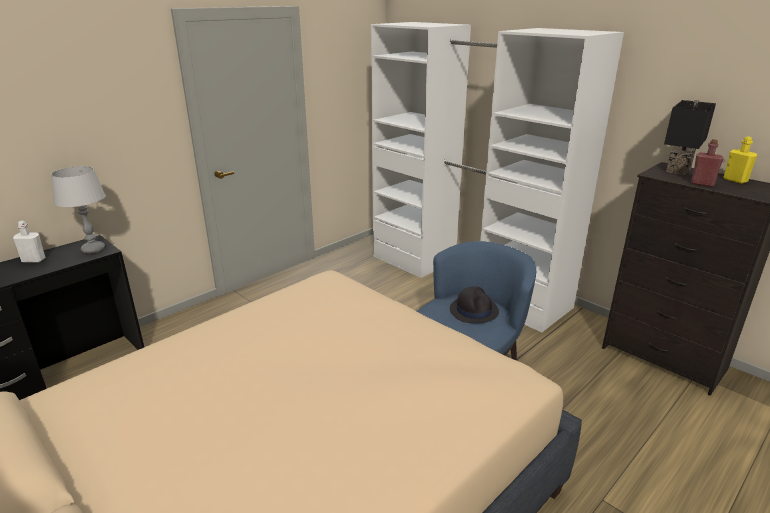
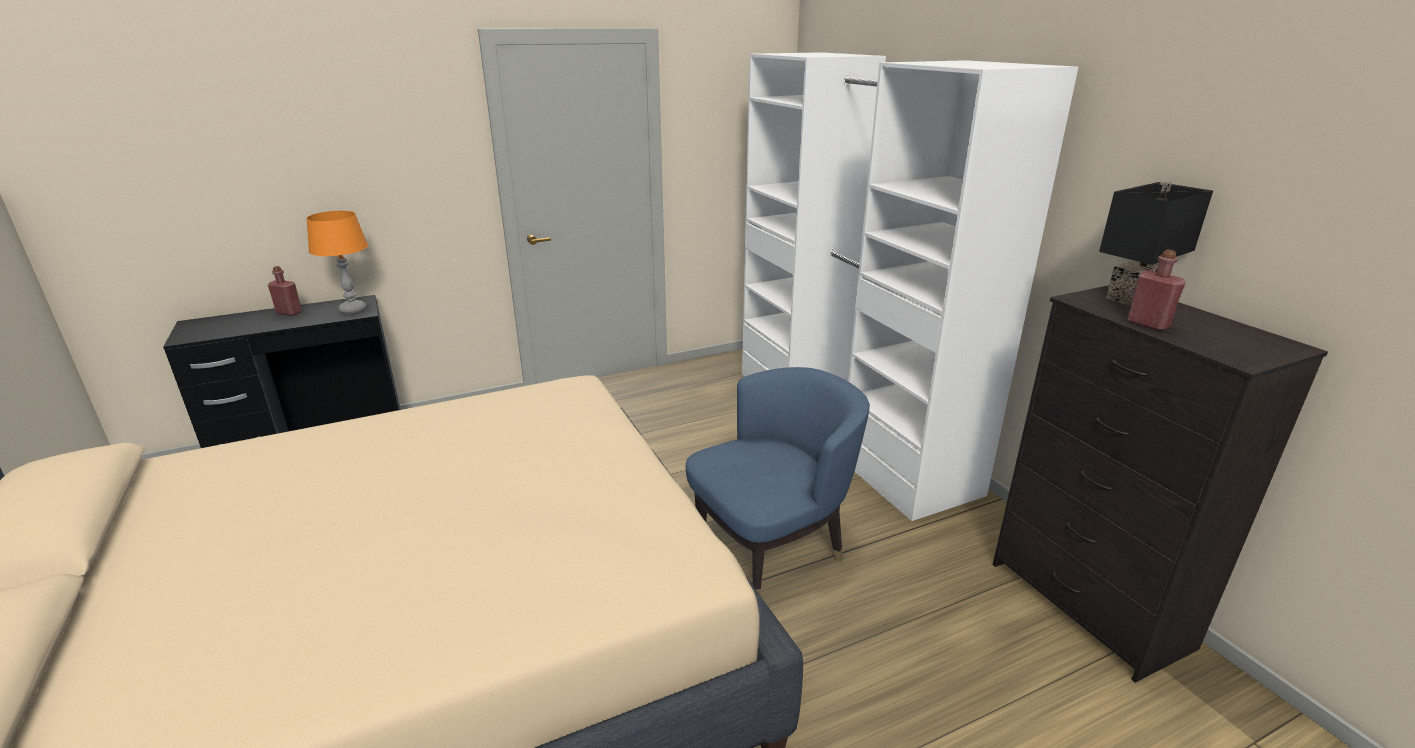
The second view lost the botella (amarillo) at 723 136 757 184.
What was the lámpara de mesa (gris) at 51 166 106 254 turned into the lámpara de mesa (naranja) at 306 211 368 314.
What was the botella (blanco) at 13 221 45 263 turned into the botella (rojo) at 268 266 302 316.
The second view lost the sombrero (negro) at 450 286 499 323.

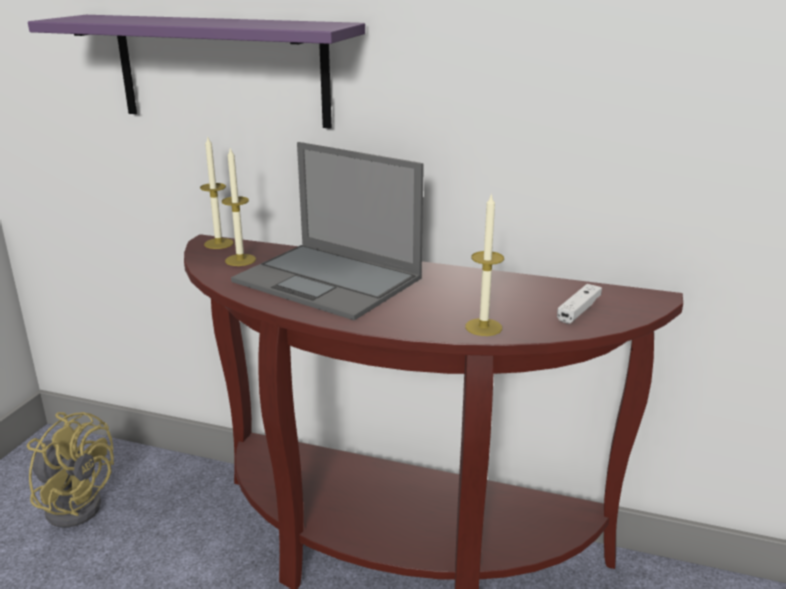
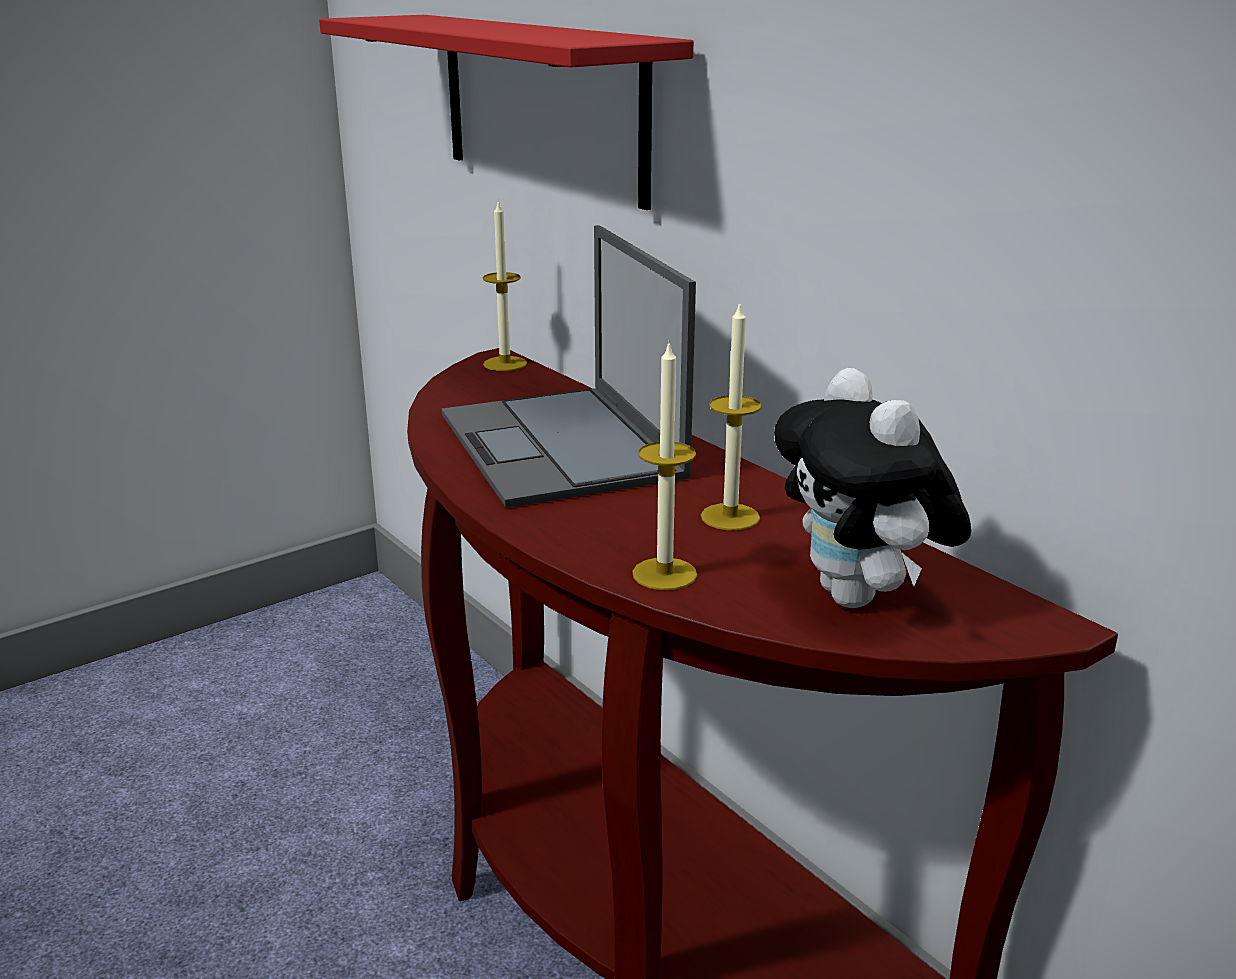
What was the estante (morado) at 28 15 365 128 turned into the estante (rojo) at 319 15 694 210.
The vela ended up elsewhere, having gone from 222 148 256 266 to 701 301 762 531.
Where the mando de consola (blanco) stood at 557 284 602 324, the peluche came to stand at 774 368 971 608.
The second view lost the ventilador (amarillo) at 27 412 114 528.

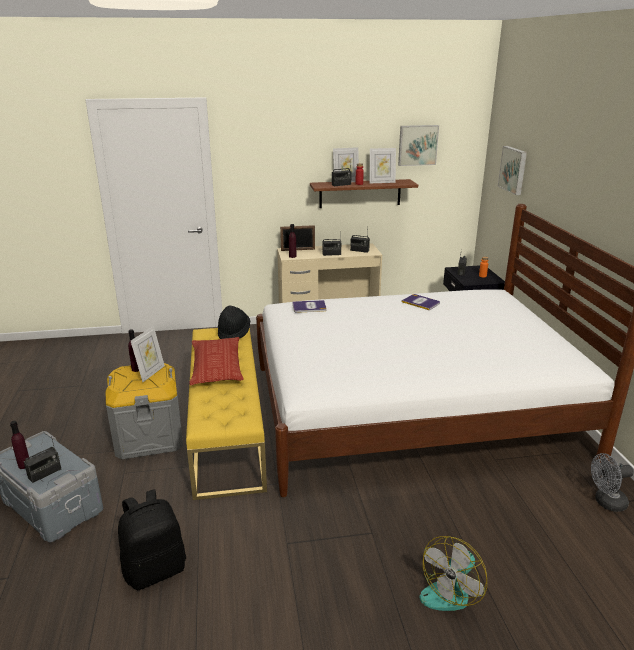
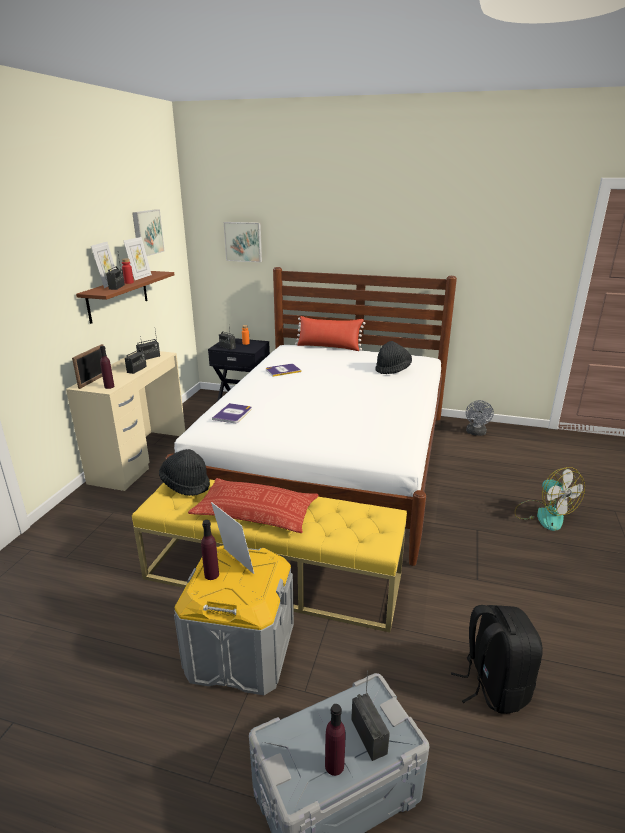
The second view gained the cojín (rojo) at 295 316 366 351.
The second view gained the sombrero (negro) at 375 341 412 374.

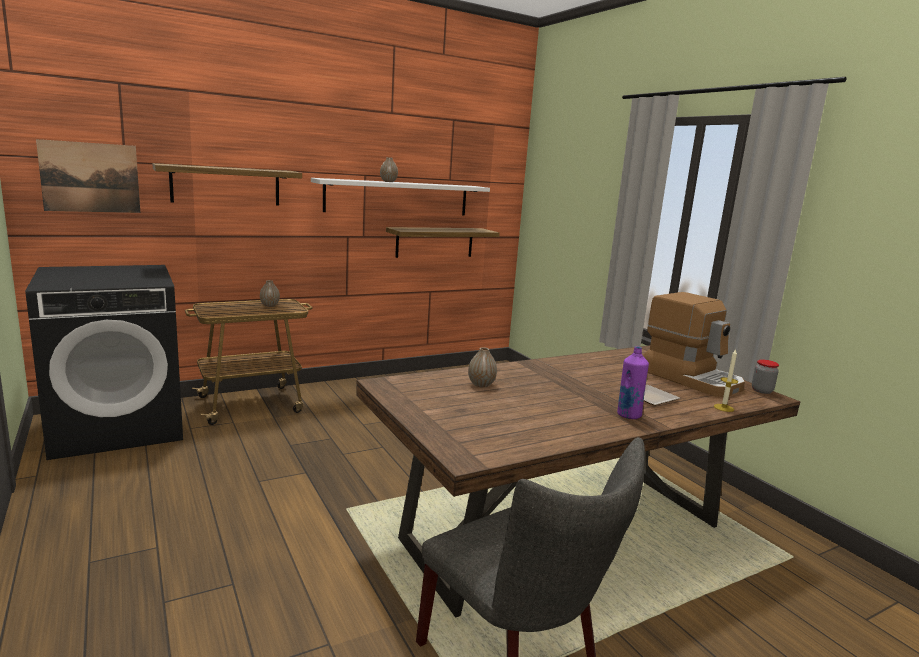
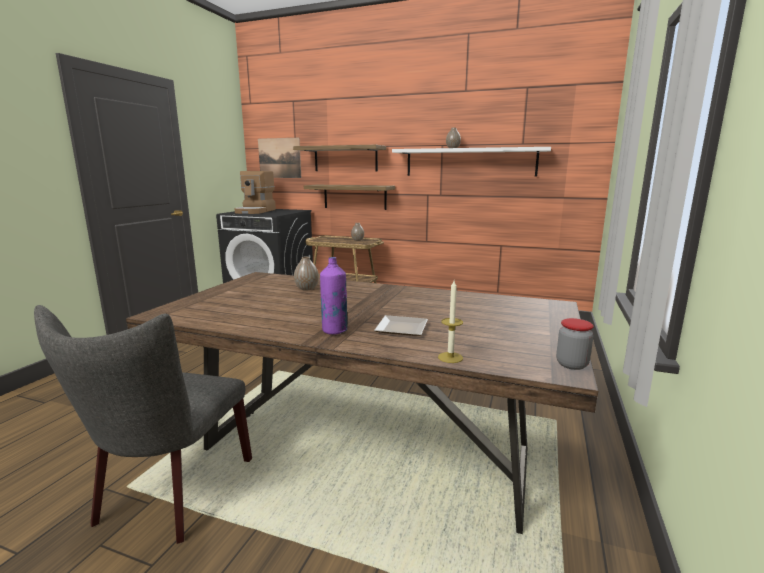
The estante ended up elsewhere, having gone from 386 227 500 258 to 304 185 395 210.
The cafetera ended up elsewhere, having gone from 643 292 745 397 to 234 171 276 214.

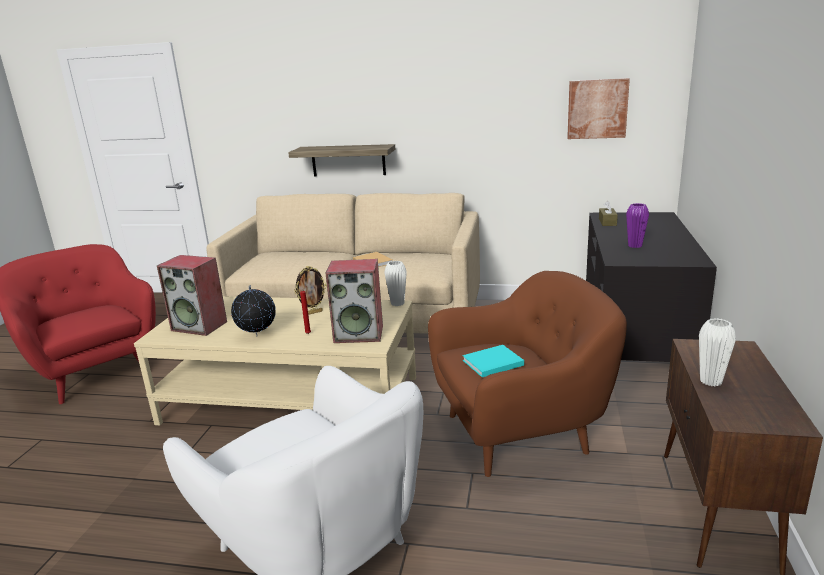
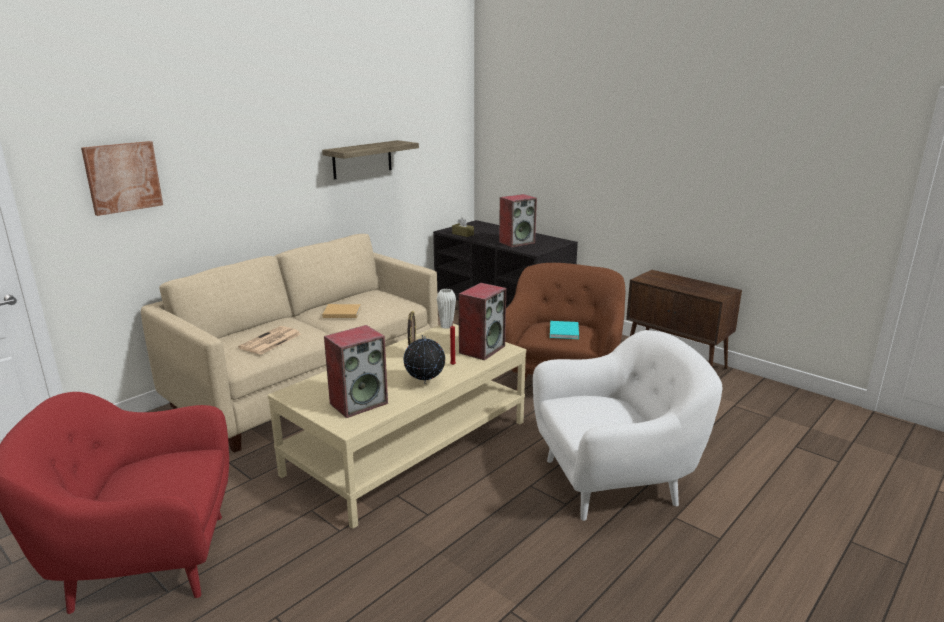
The cuadro ended up elsewhere, having gone from 567 78 630 139 to 81 141 163 216.
The estante ended up elsewhere, having gone from 288 144 395 177 to 322 140 419 180.
Where the florero (morado) stood at 626 203 649 248, the altavoz came to stand at 499 194 537 247.
The second view lost the florero (blanco) at 699 318 736 386.
The second view gained the periódico at 238 326 301 355.

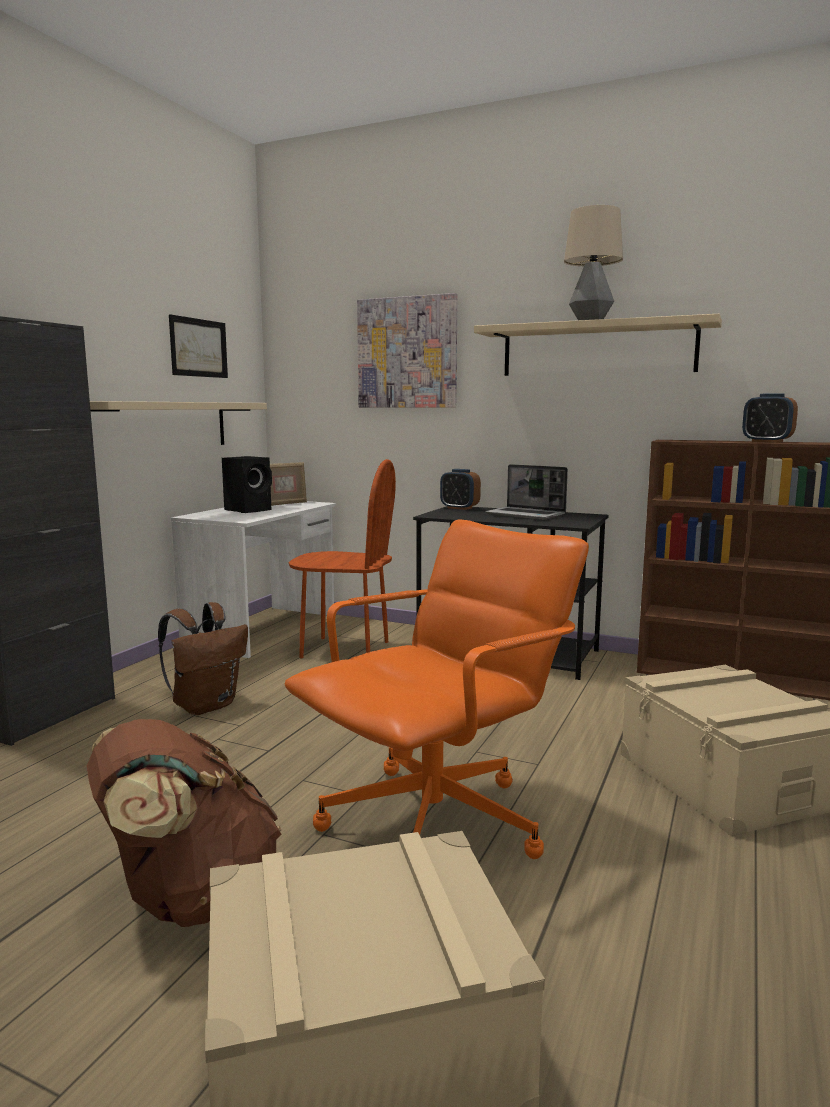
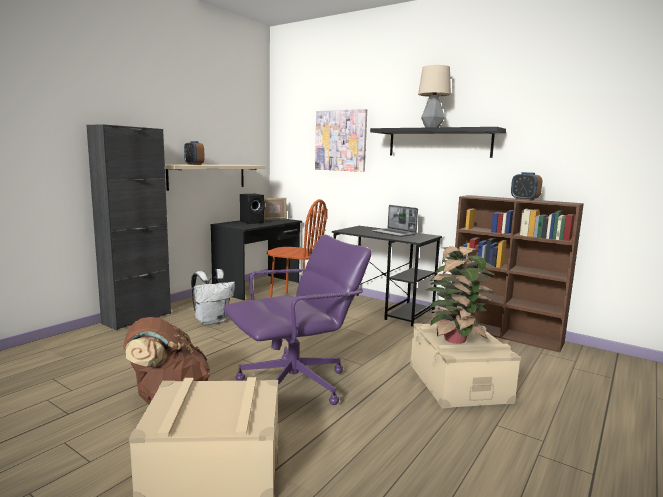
The second view lost the cuadro at 169 314 228 378.
What was the estante (beis) at 474 314 722 376 turned into the estante (negro) at 370 127 506 158.
The despertador ended up elsewhere, having gone from 440 469 481 510 to 184 141 204 165.
What was the escritorio (blanco) at 171 501 336 658 turned into the escritorio (negro) at 210 219 302 300.
What was the silla de oficina (naranja) at 285 520 589 859 turned into the silla de oficina (morado) at 223 235 372 405.
What was the mochila (marrón) at 158 602 248 715 turned into the mochila (blanco) at 191 269 235 325.
The second view gained the planta en maceta at 426 246 497 344.

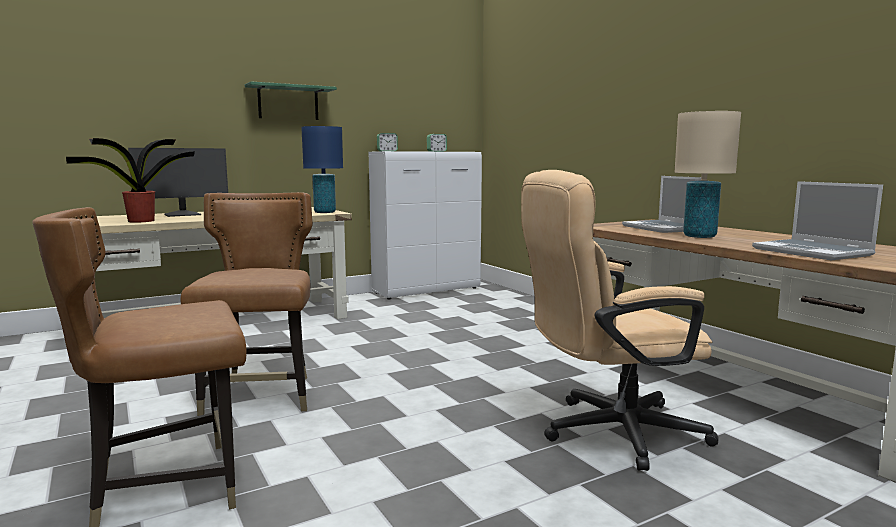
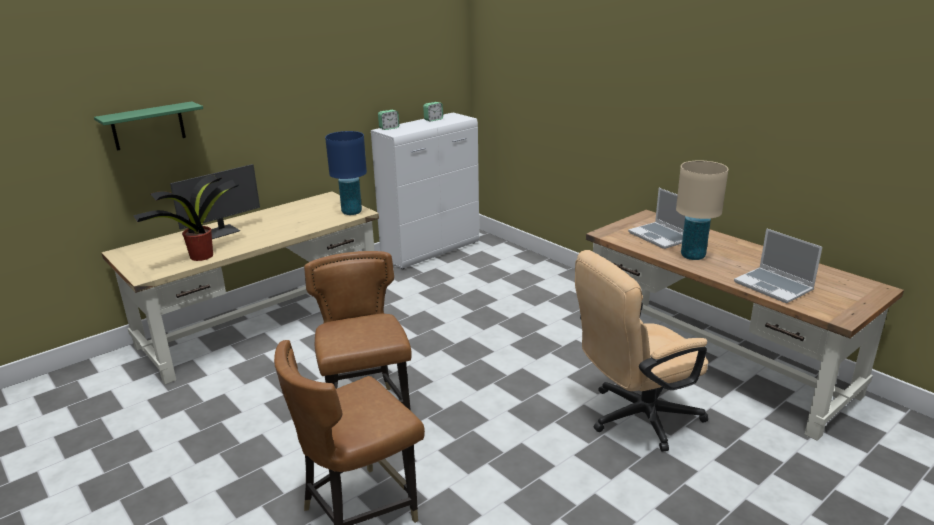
The estante (verde) ended up elsewhere, having gone from 245 82 337 120 to 94 101 203 151.

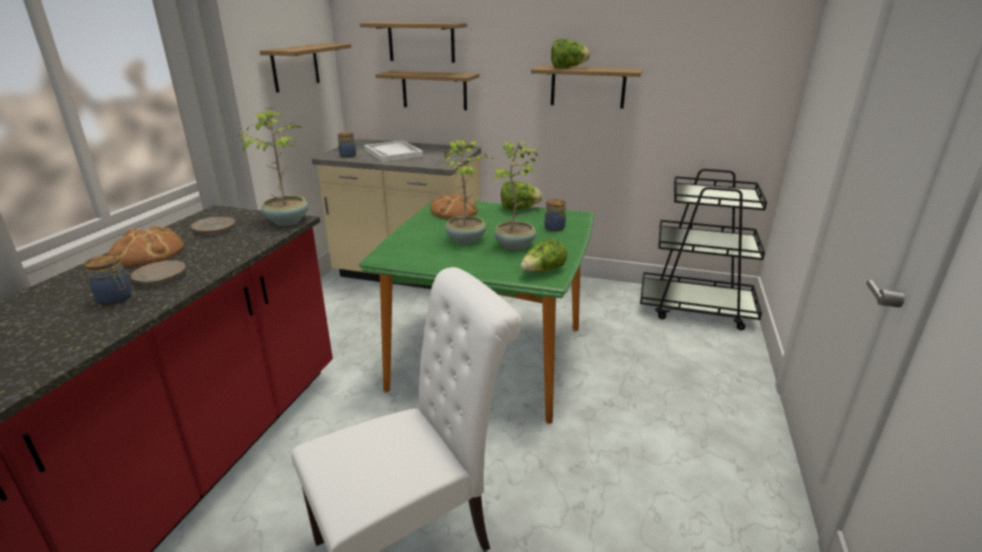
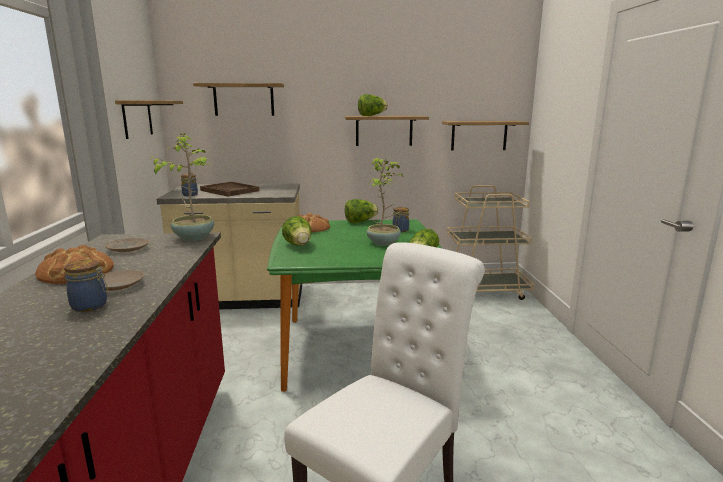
The estante ended up elsewhere, having gone from 375 71 479 110 to 442 121 529 151.
The second view lost the planta en maceta at 444 137 493 244.
What was the bandeja (blanco) at 364 140 423 162 turned into the bandeja (marrón) at 200 182 259 197.
What was the carrito (negro) at 640 169 767 330 turned into the carrito (beis) at 447 185 534 300.
The second view gained the lechuga at 282 216 312 246.

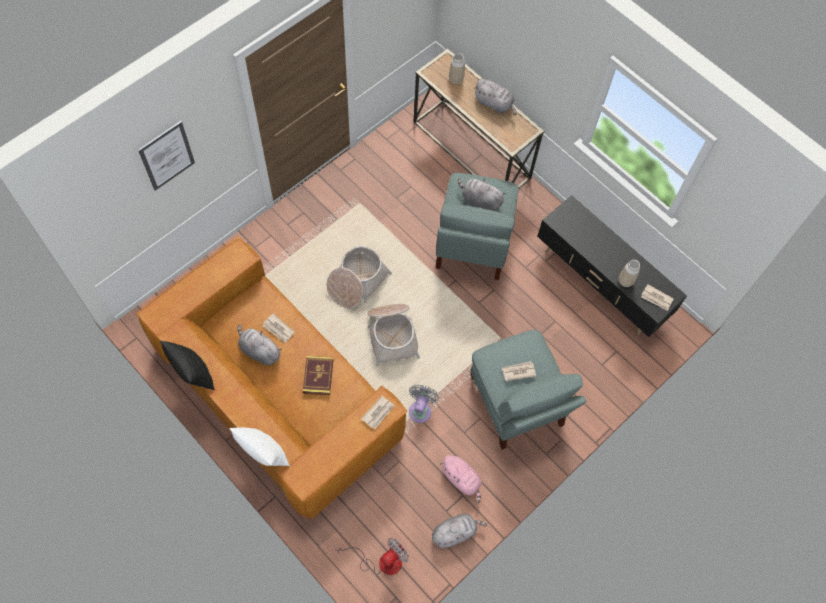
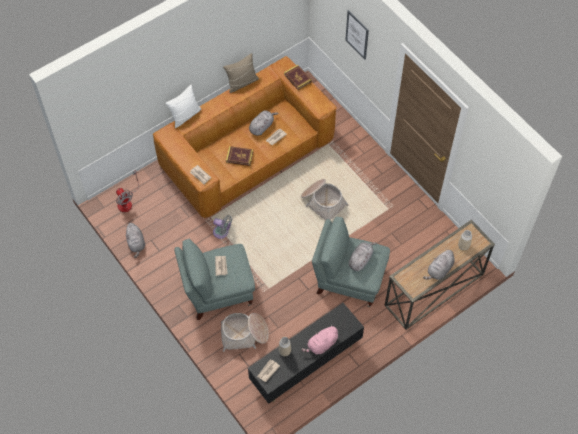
The cesta ended up elsewhere, having gone from 368 304 420 366 to 221 313 269 352.
What was the cojín (negro) at 160 341 215 390 turned into the cojín (beis) at 223 53 259 93.
The peluche (rosa) ended up elsewhere, having gone from 440 455 482 503 to 301 325 338 355.
The second view gained the libro at 284 65 312 90.

